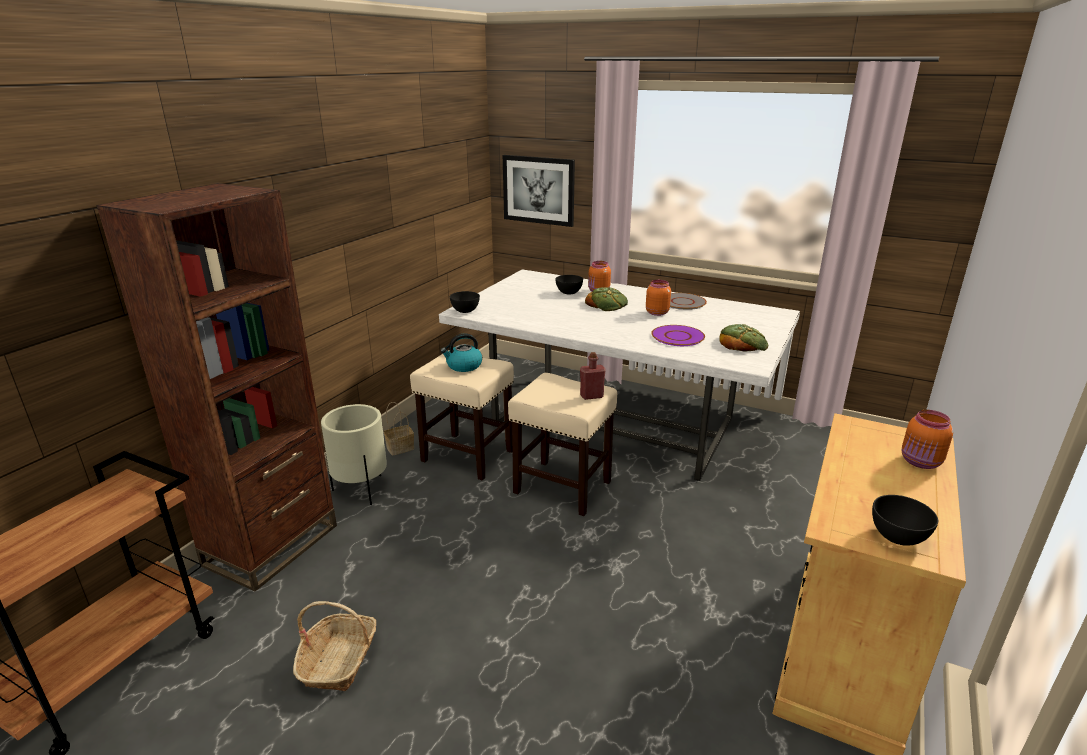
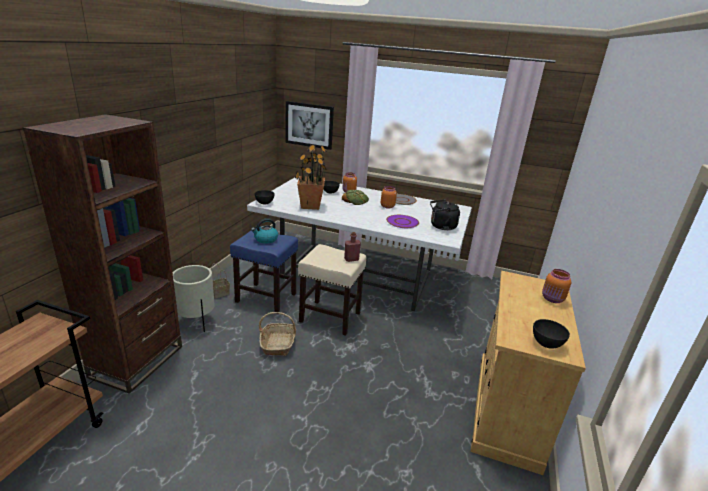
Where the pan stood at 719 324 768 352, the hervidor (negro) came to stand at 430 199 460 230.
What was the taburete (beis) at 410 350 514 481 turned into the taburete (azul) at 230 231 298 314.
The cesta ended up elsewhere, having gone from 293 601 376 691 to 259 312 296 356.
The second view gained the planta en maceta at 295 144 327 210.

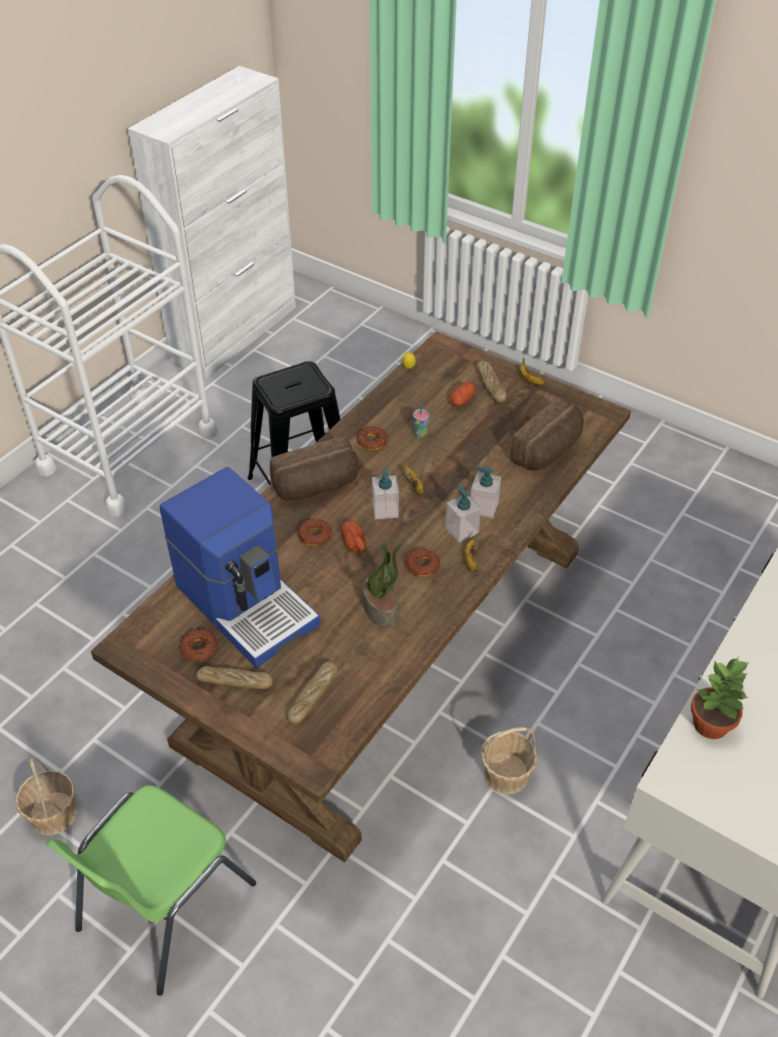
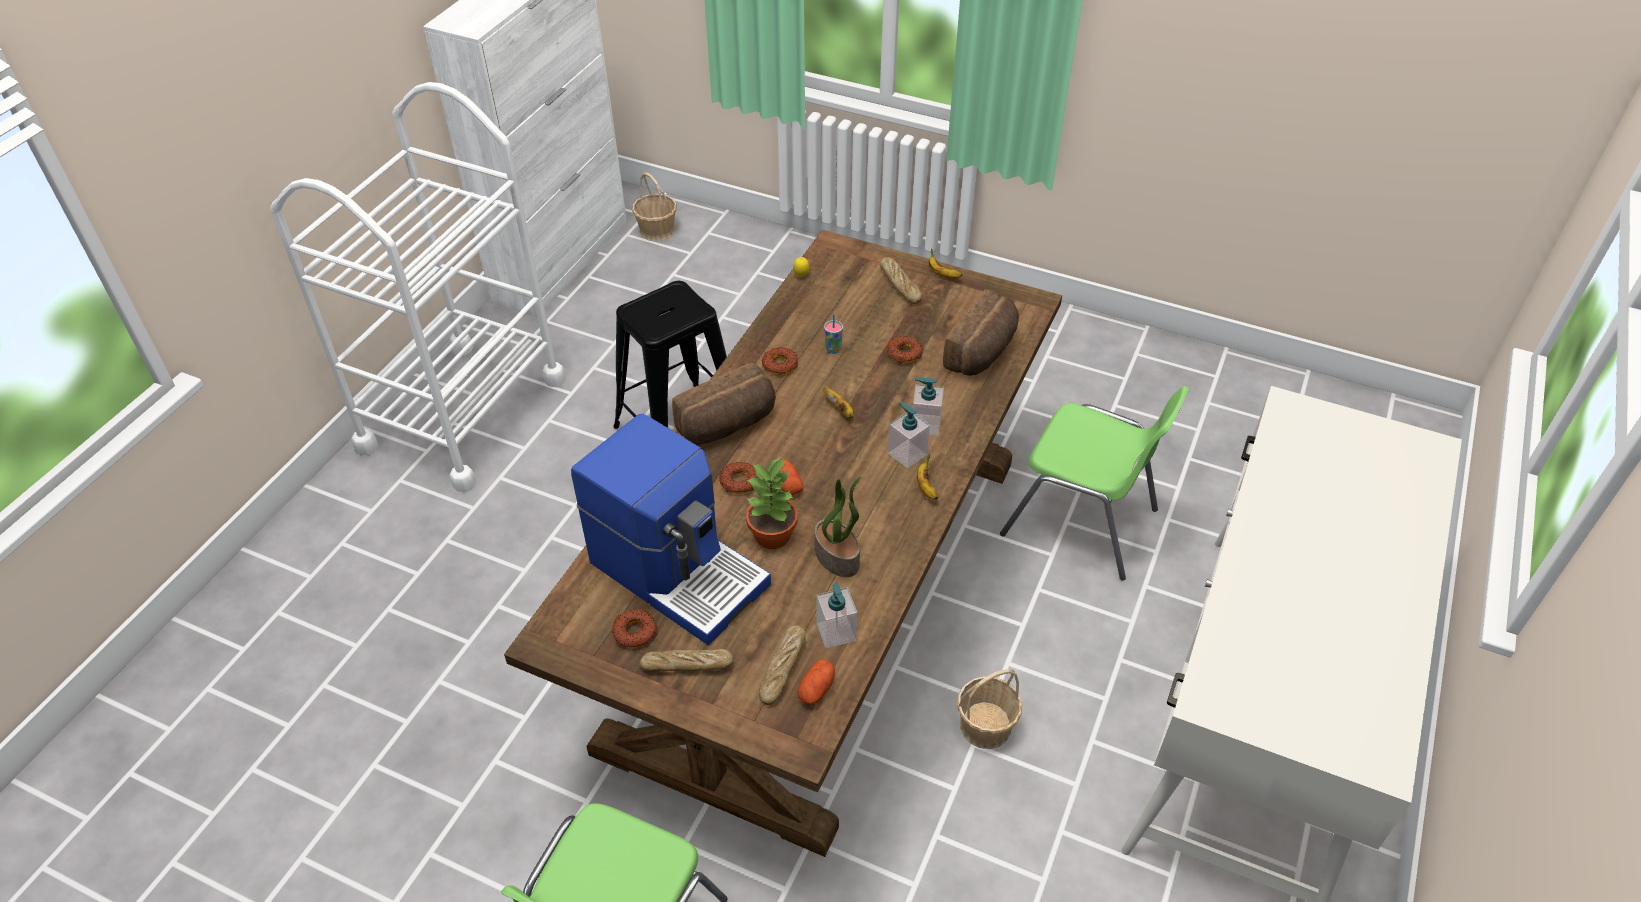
The patata ended up elsewhere, having gone from 449 382 476 406 to 797 659 835 705.
The dispensador de jabón ended up elsewhere, having gone from 372 468 399 519 to 816 583 857 648.
The rosquilla ended up elsewhere, having gone from 405 548 440 577 to 887 336 923 363.
The planta en maceta ended up elsewhere, having gone from 691 657 749 739 to 746 456 798 549.
The cesta ended up elsewhere, having gone from 16 757 77 835 to 632 173 677 241.
The second view gained the silla (verde) at 1000 386 1189 580.

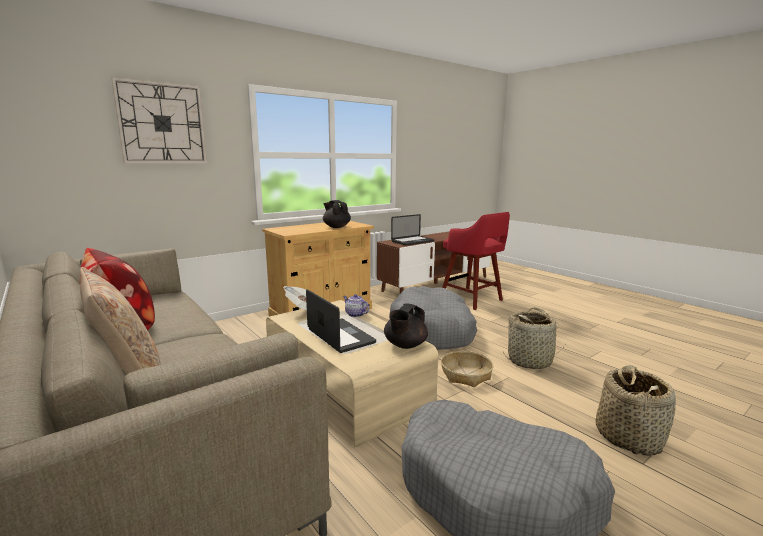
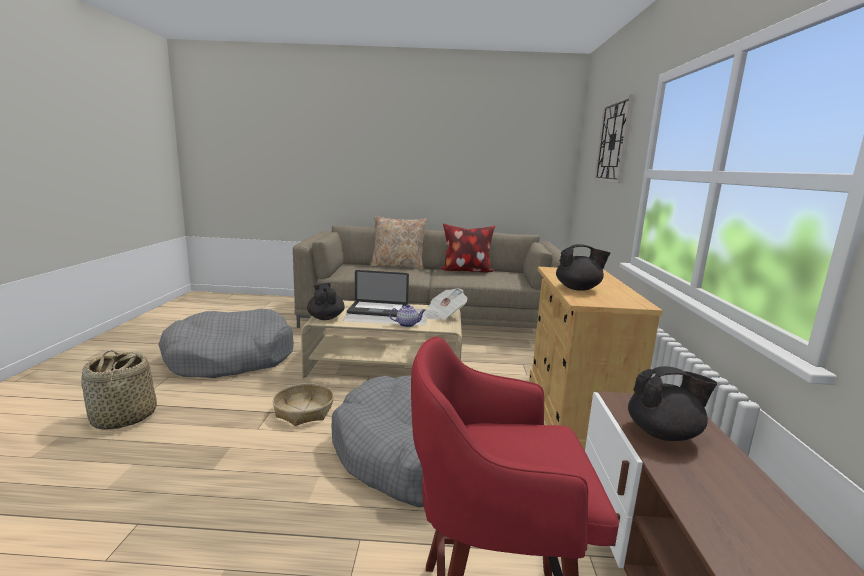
Where the portátil stood at 391 214 434 246, the tetera (negro) came to stand at 628 366 717 441.
The second view lost the cesta at 503 307 565 369.

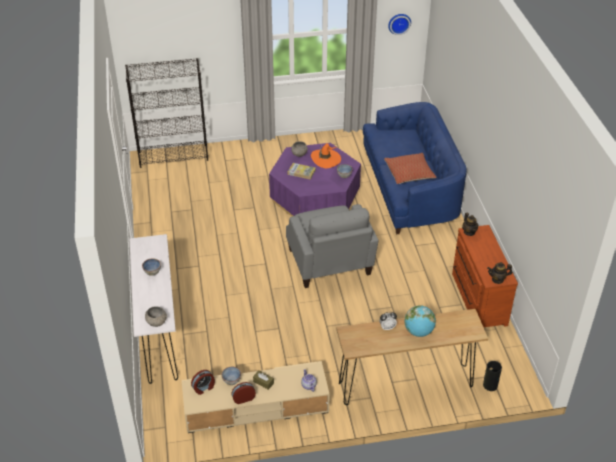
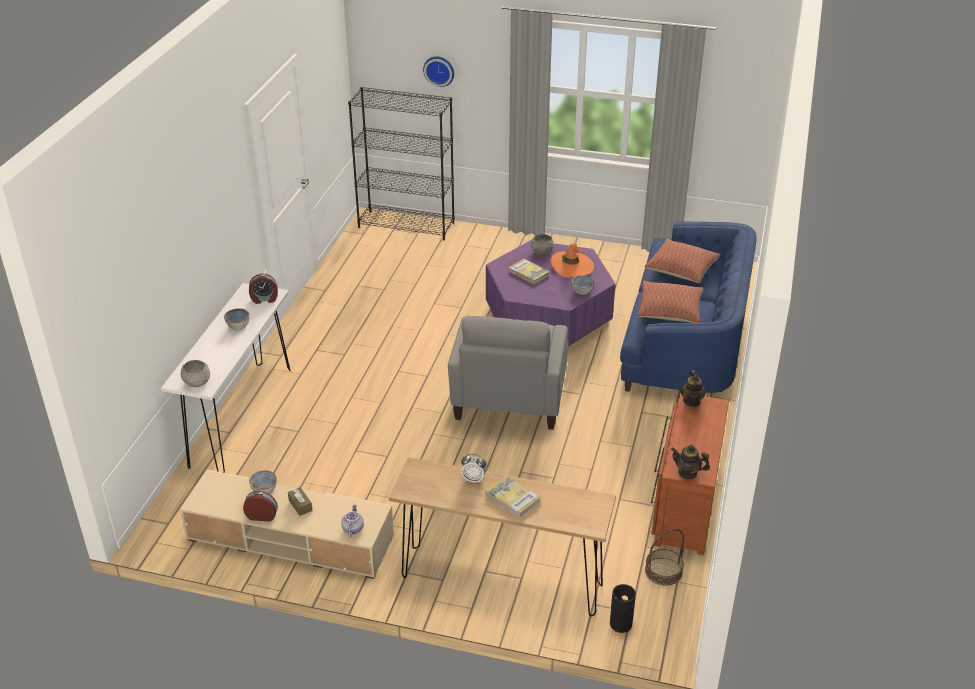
The reloj de pared ended up elsewhere, having gone from 388 14 411 35 to 423 56 454 87.
Where the globo terráqueo stood at 404 305 436 337, the libro came to stand at 485 475 540 518.
The despertador ended up elsewhere, having gone from 191 370 215 395 to 249 274 278 304.
The second view gained the cojín at 644 239 720 283.
The second view gained the cesta at 645 529 684 586.

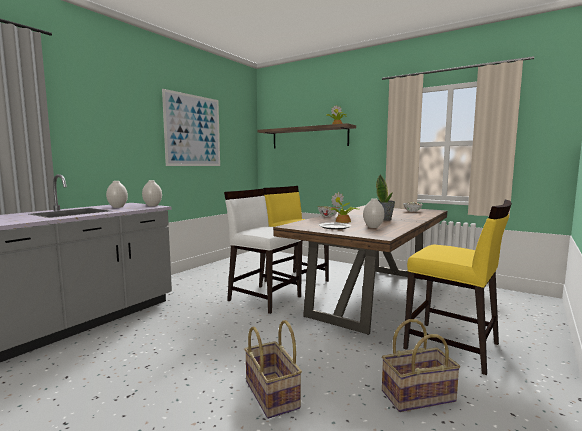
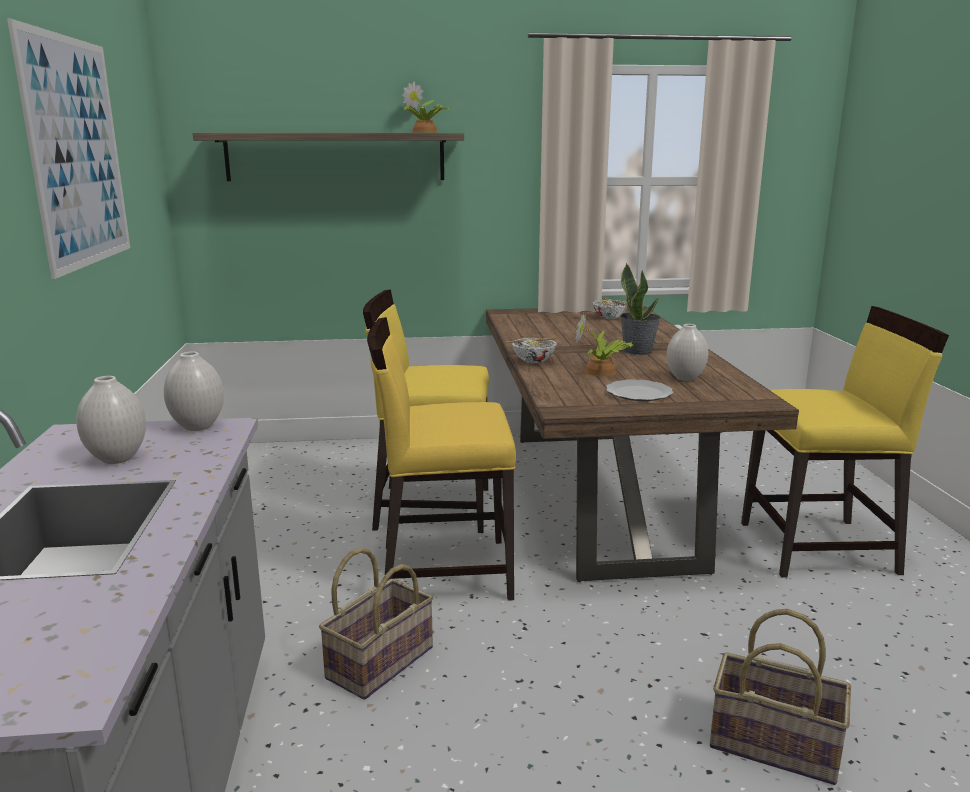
What was the silla (blanco) at 224 189 301 314 turned into the silla (amarillo) at 367 317 516 601.
The cesta ended up elsewhere, having gone from 382 319 460 412 to 319 548 433 700.

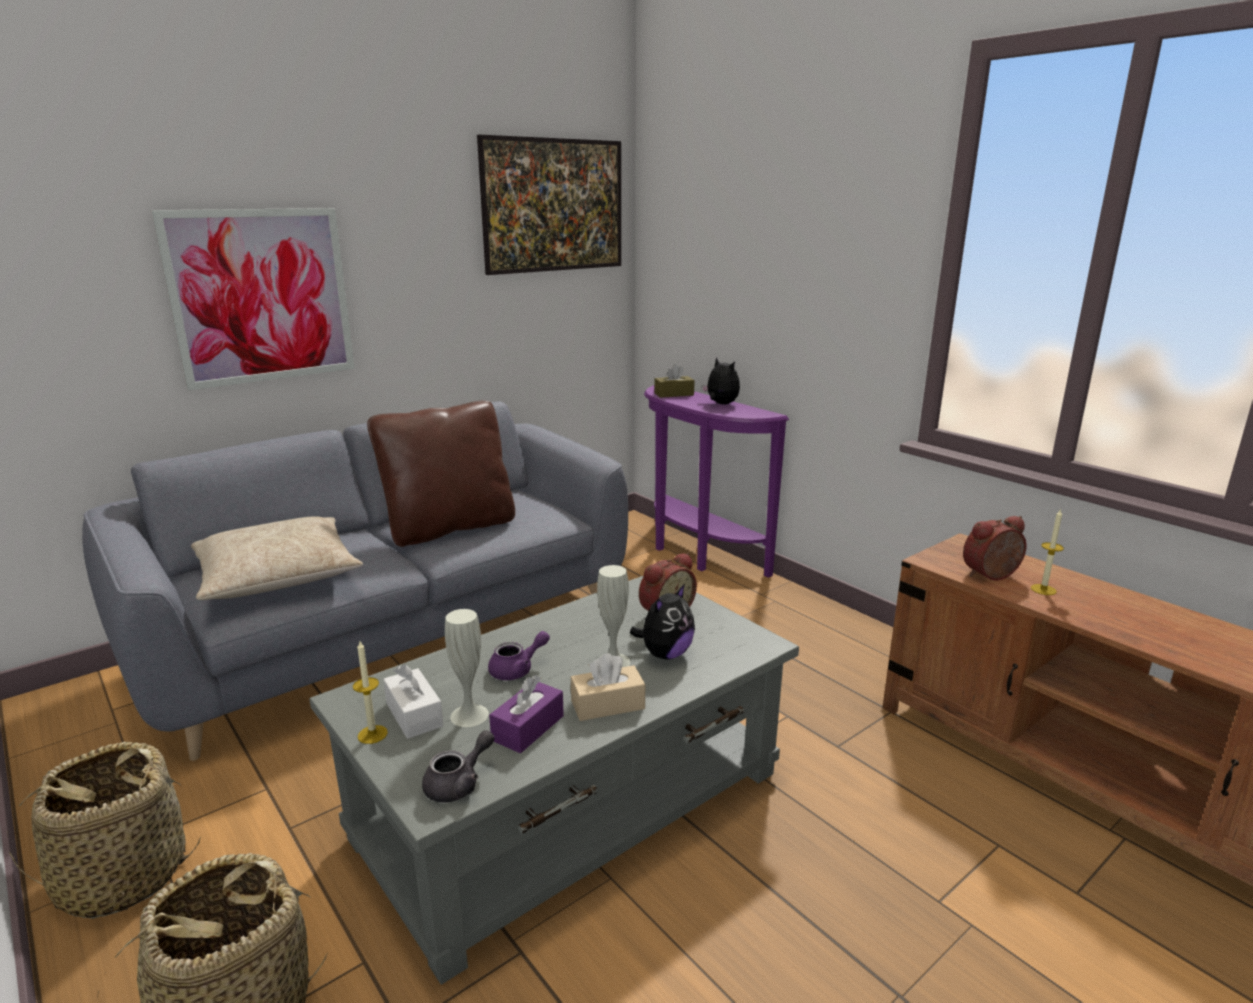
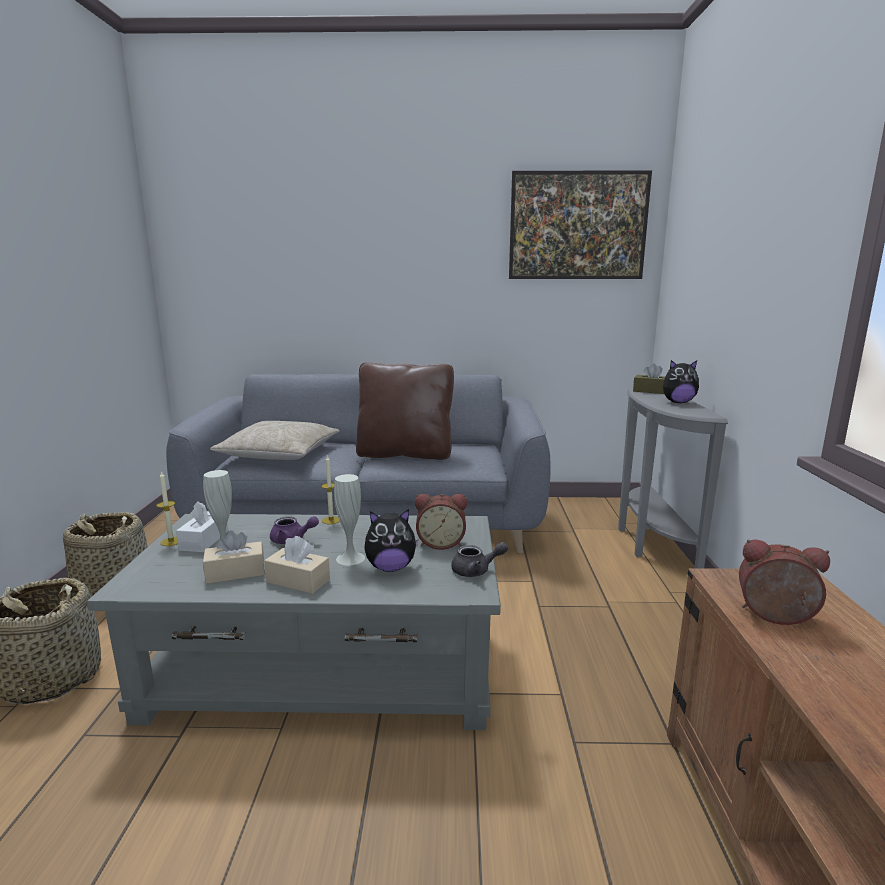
The second view lost the cuadro at 152 208 355 390.
The peluche at 702 357 740 404 ended up facing another way, 90 degrees clockwise from before.
What was the mesa consola (morado) at 644 385 789 578 turned into the mesa consola (gris) at 618 387 728 568.
The vela ended up elsewhere, having gone from 1031 508 1064 595 to 321 455 340 524.
What was the caja de pañuelos (morado) at 489 675 564 753 turned into the caja de pañuelos (beis) at 203 530 264 584.
The tetera (gris) ended up elsewhere, having gone from 422 730 494 803 to 451 542 508 577.

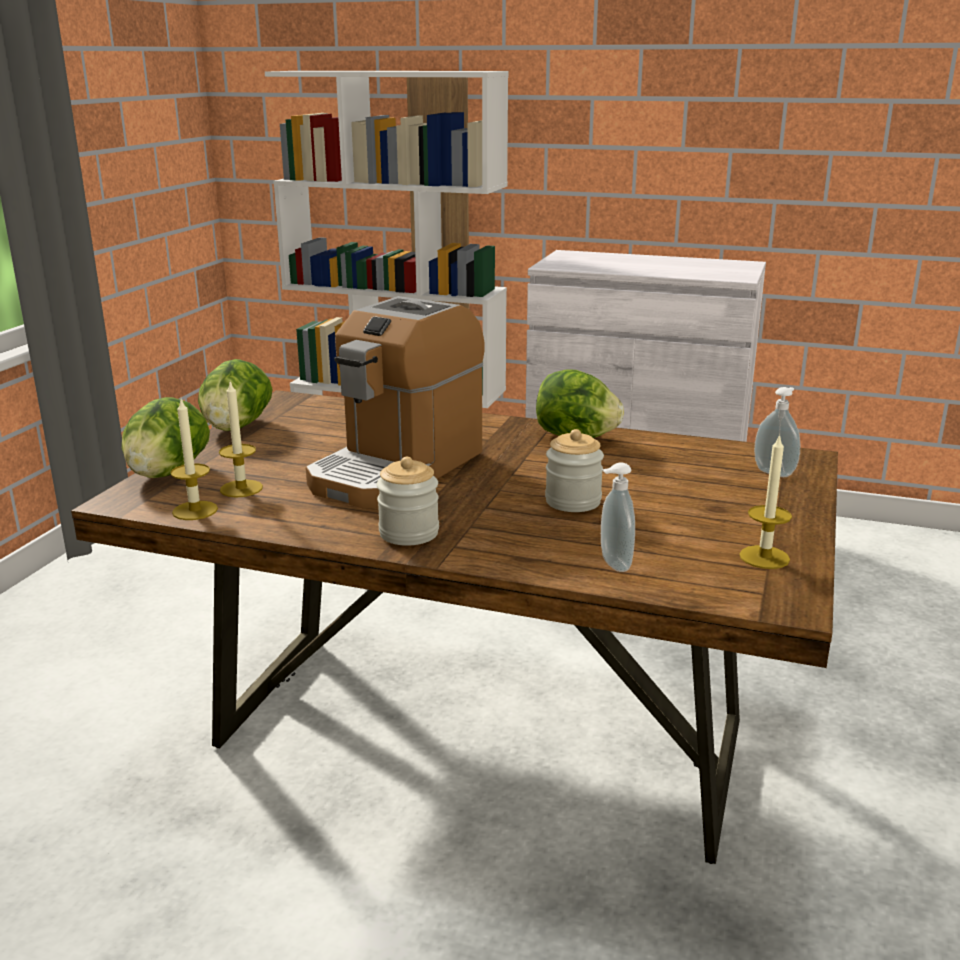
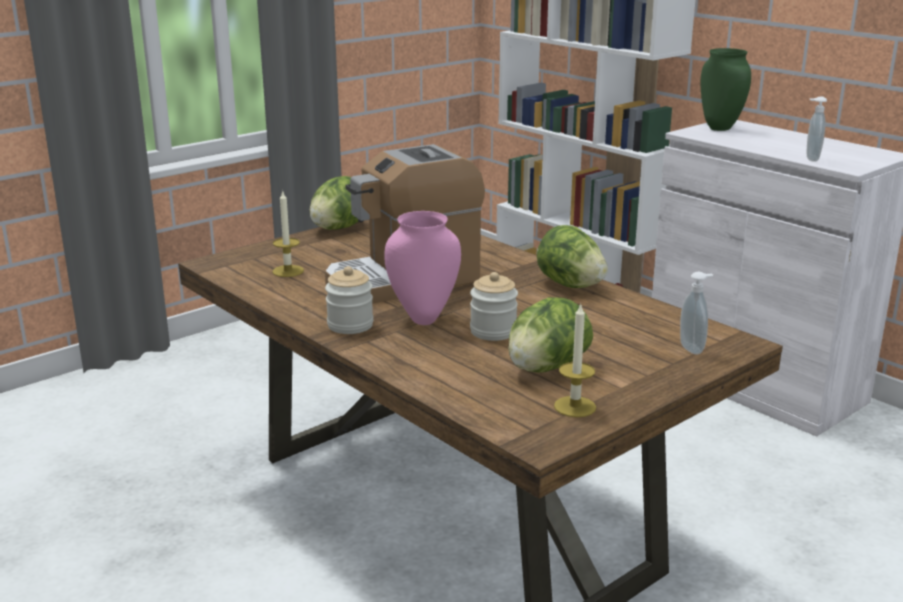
The lechuga ended up elsewhere, having gone from 122 397 210 478 to 508 297 593 373.
The second view lost the vela at 170 399 218 520.
The dispensador de jabón ended up elsewhere, having gone from 601 462 635 572 to 807 96 827 162.
The second view gained the florero (verde) at 701 48 751 131.
The second view gained the florero (rosa) at 384 211 461 325.

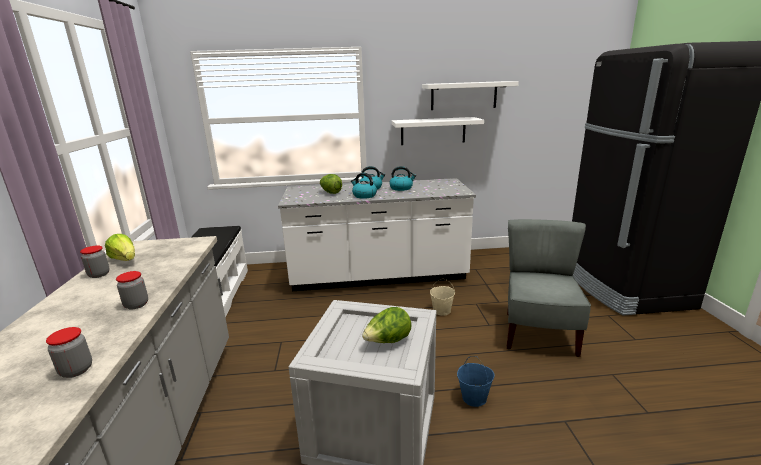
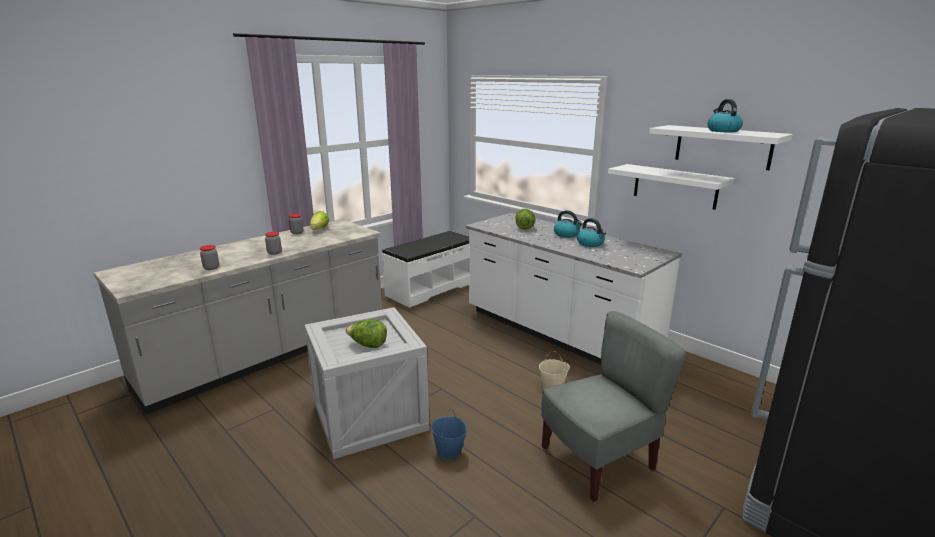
The hervidor ended up elsewhere, having gone from 351 173 377 199 to 707 99 743 132.

